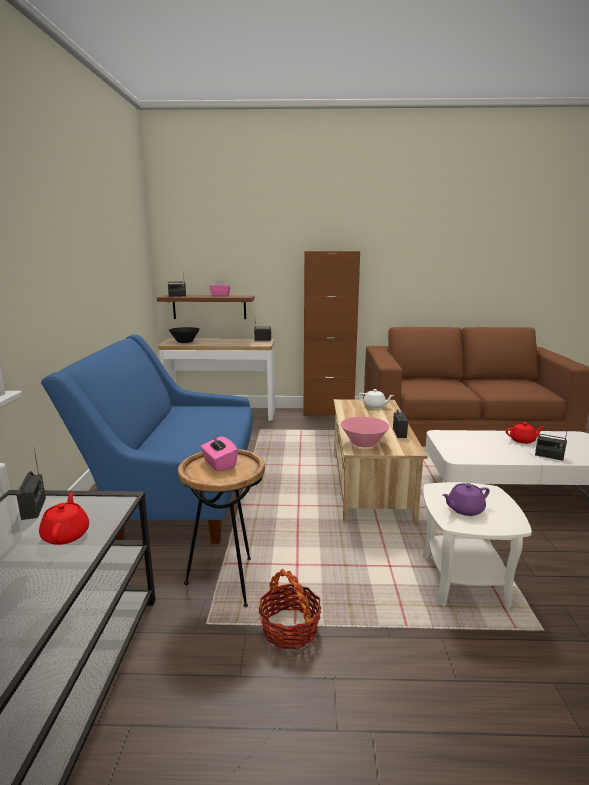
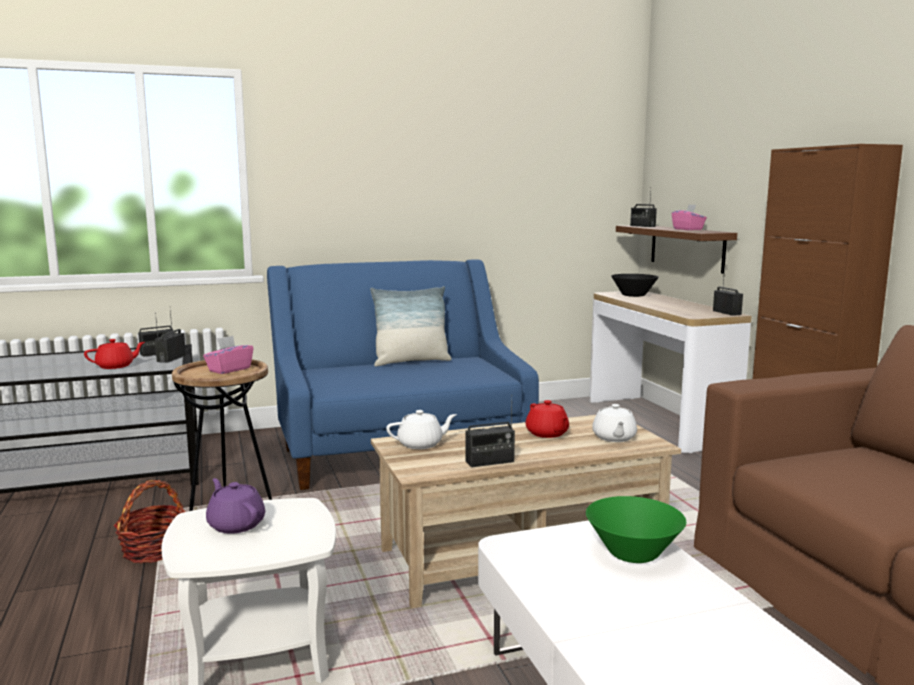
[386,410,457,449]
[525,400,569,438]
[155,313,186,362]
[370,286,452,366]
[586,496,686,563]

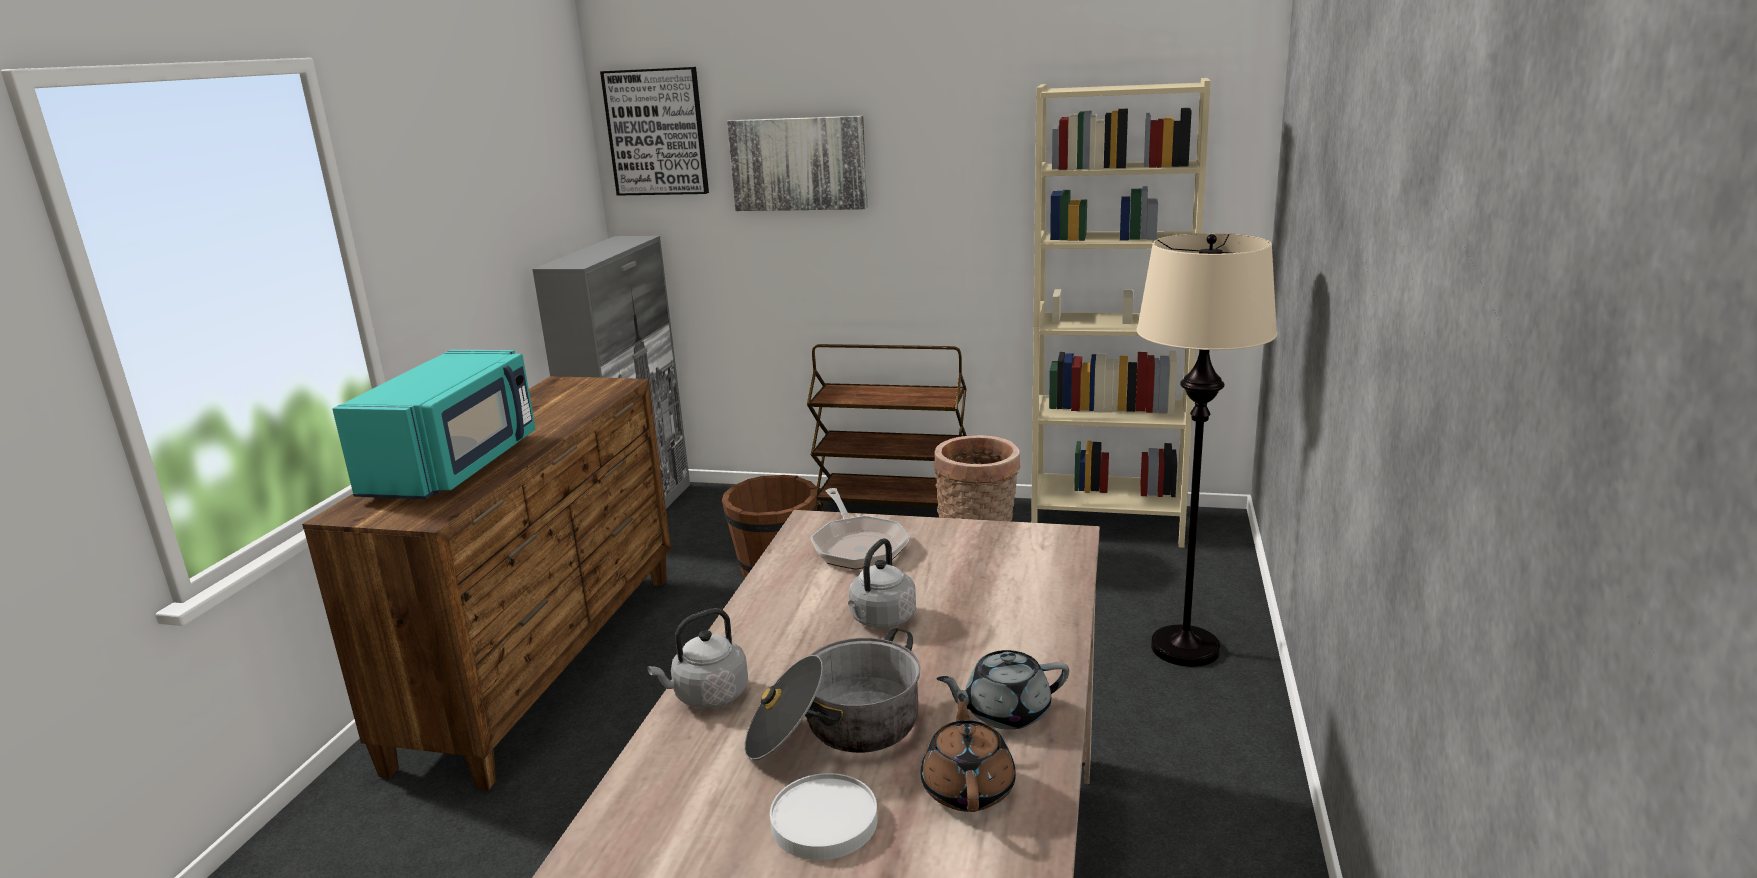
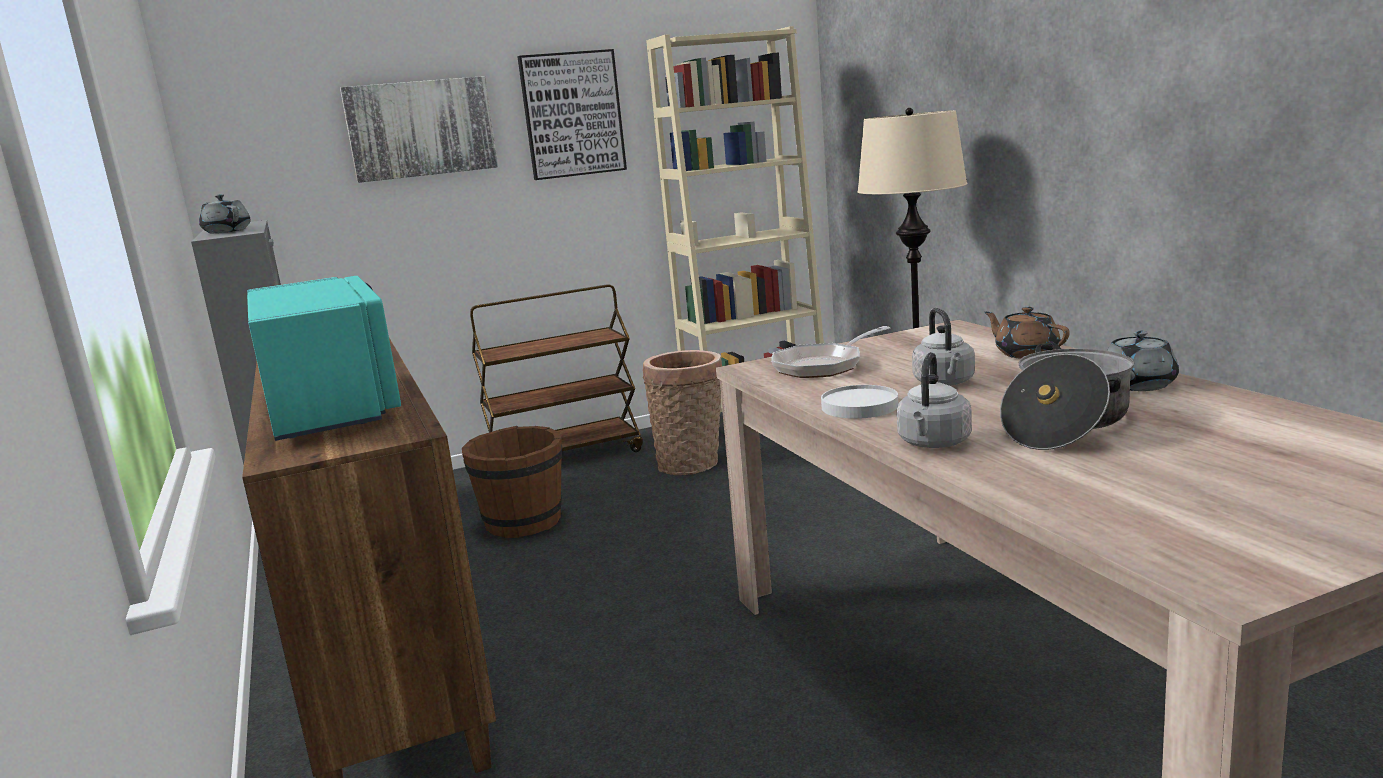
[517,49,627,180]
[771,326,890,378]
[984,307,1070,359]
[821,385,898,419]
[199,194,250,233]

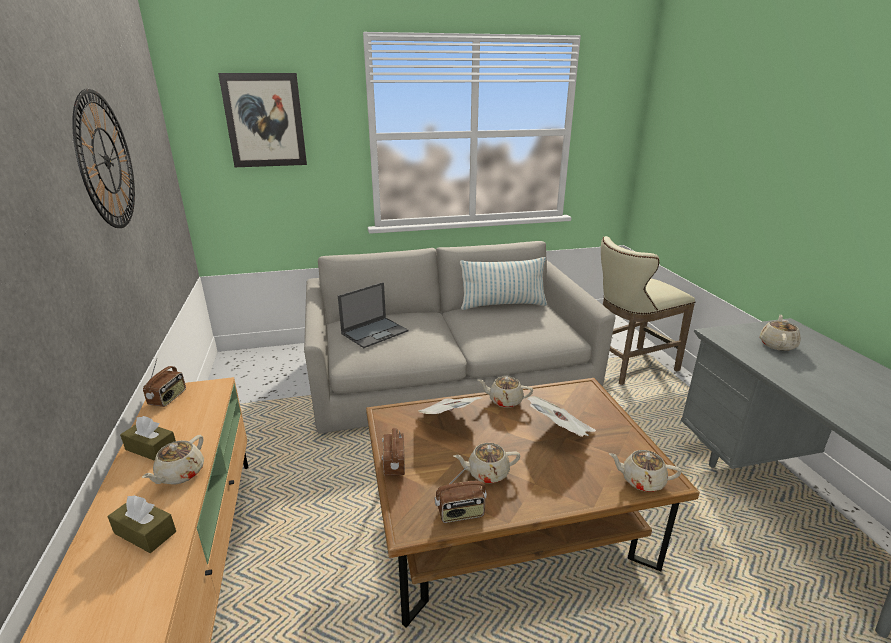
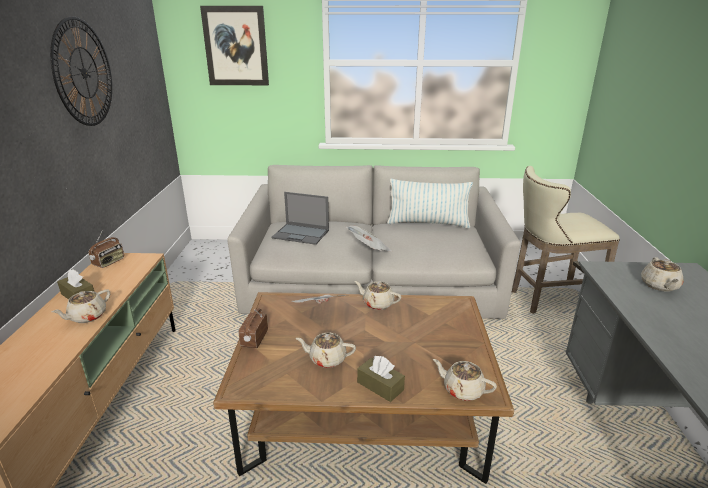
[272,192,329,245]
[641,257,683,292]
[346,225,393,252]
[435,466,487,523] (first image)
[357,356,405,402]

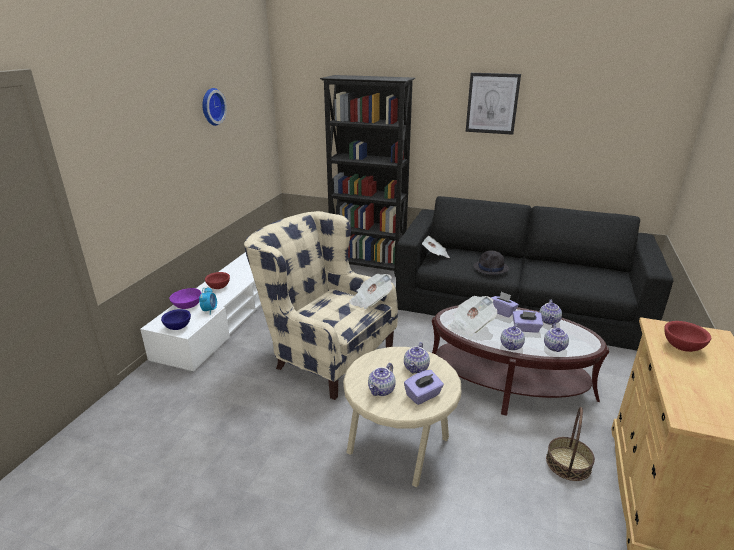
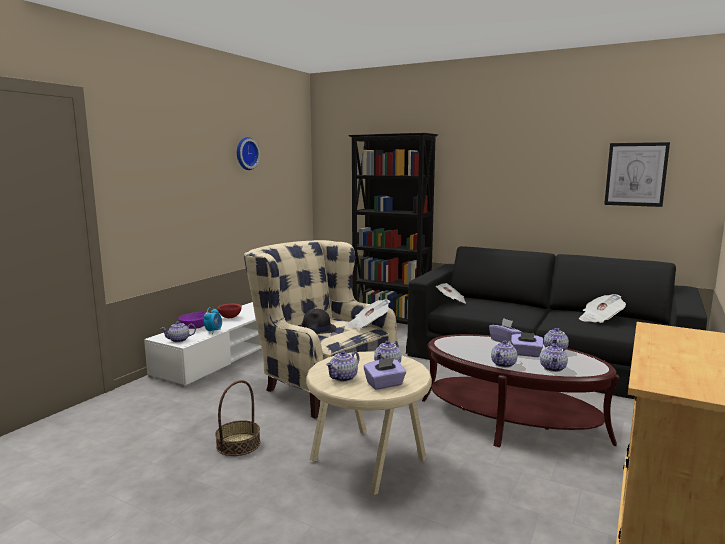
[604,142,670,207]
[298,309,337,334]
[579,294,626,323]
[160,321,196,342]
[664,321,711,352] (first image)
[215,380,260,456]

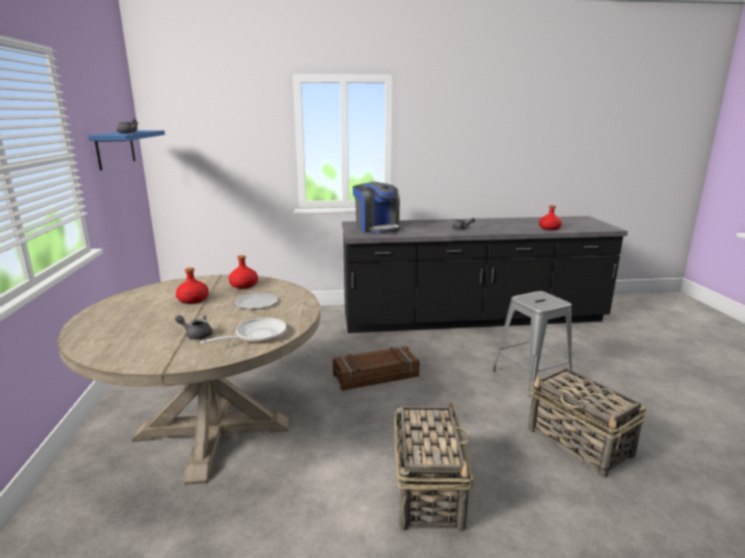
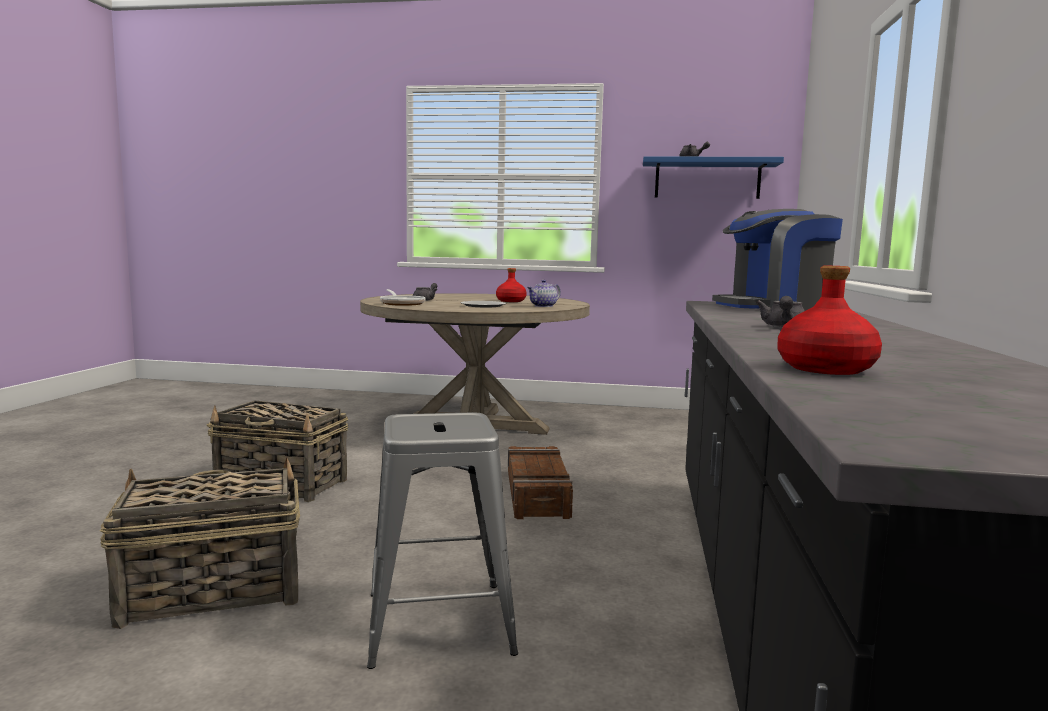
[527,280,561,307]

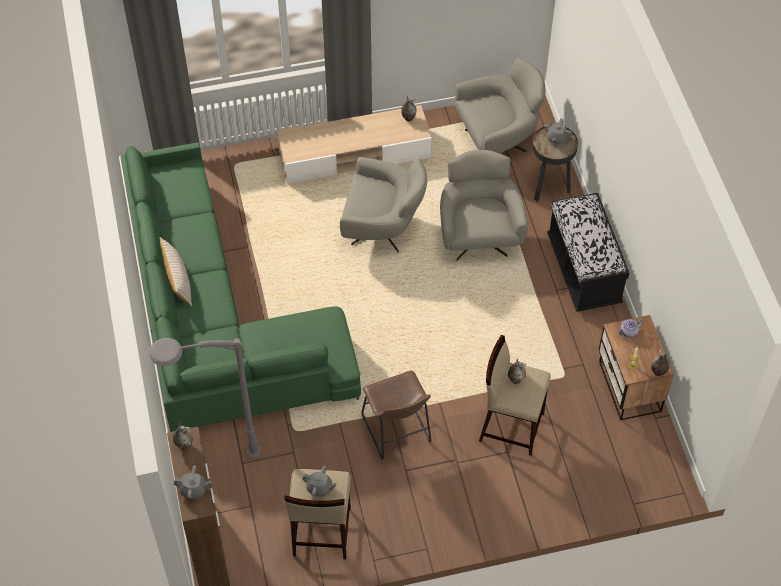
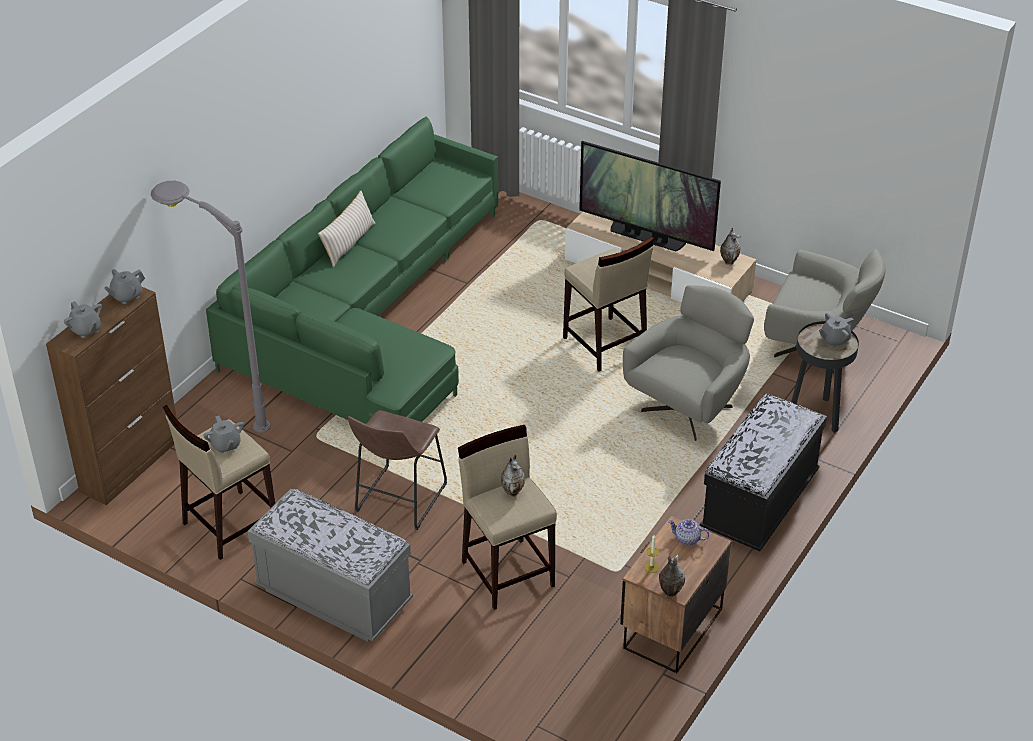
[563,236,654,372]
[104,269,145,304]
[579,141,721,252]
[248,489,413,642]

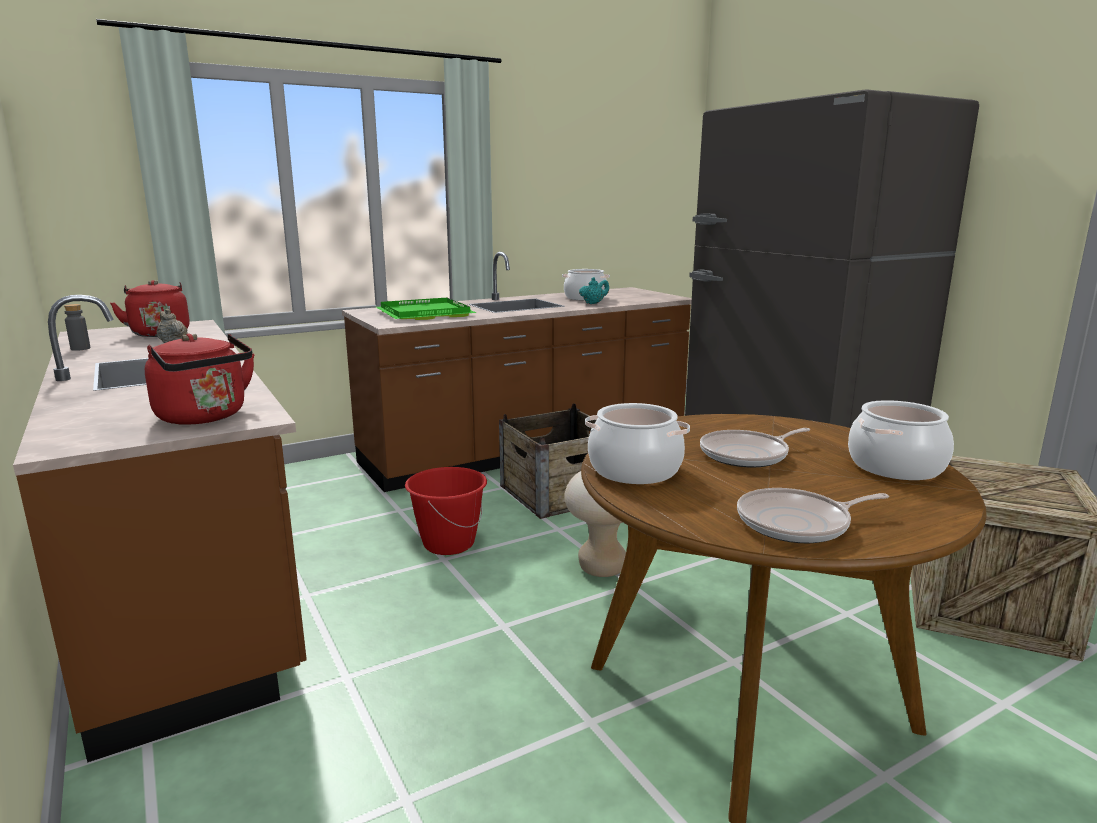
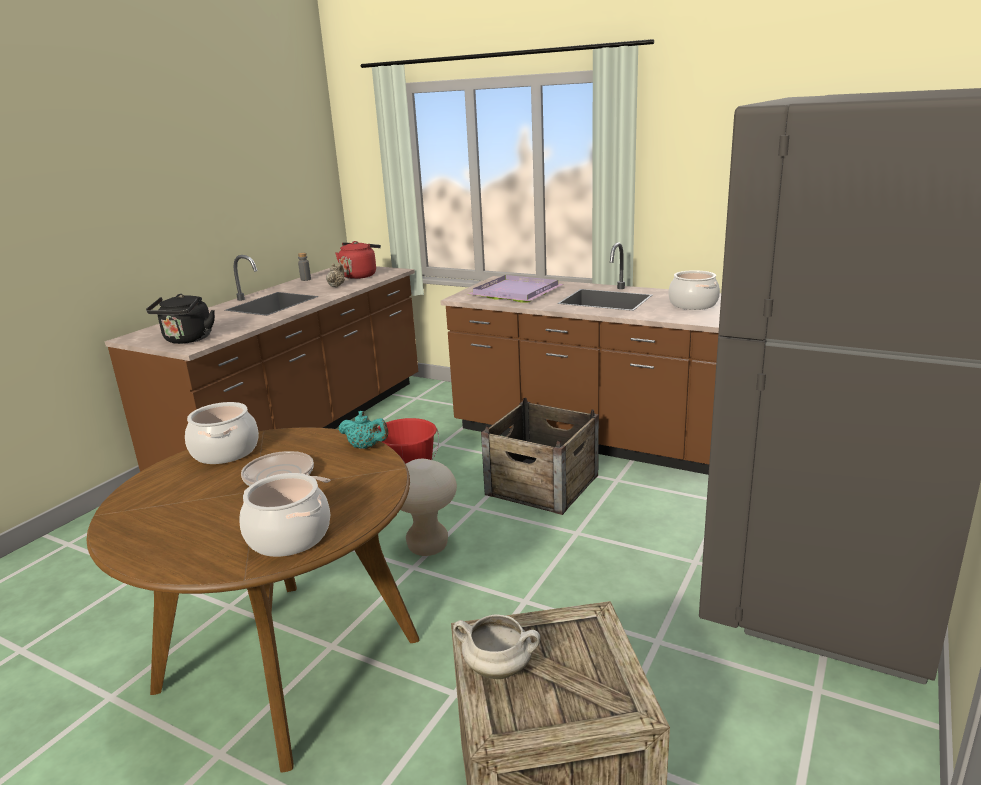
[339,411,389,449]
[468,275,563,303]
[146,294,215,344]
[737,488,889,543] (first image)
[453,614,541,679]

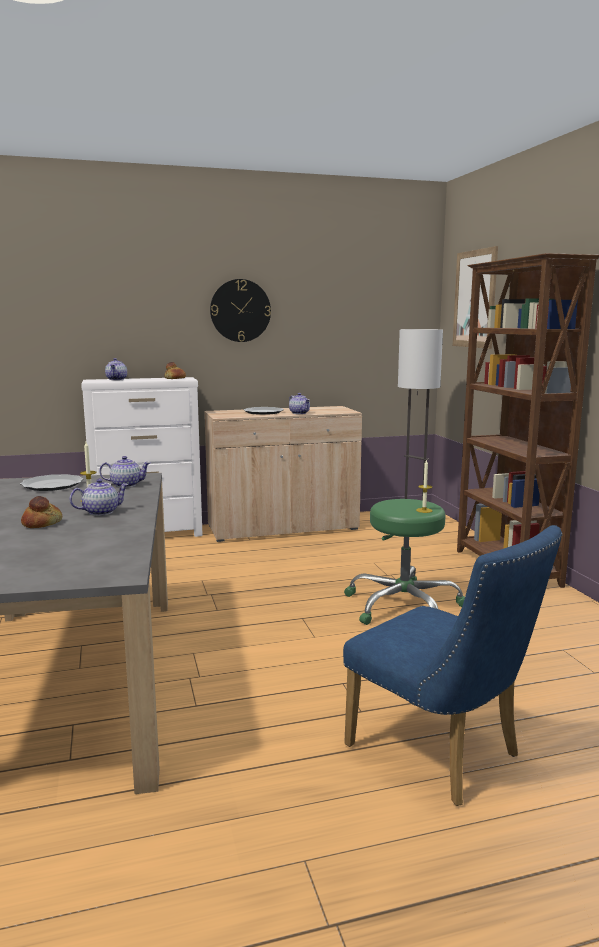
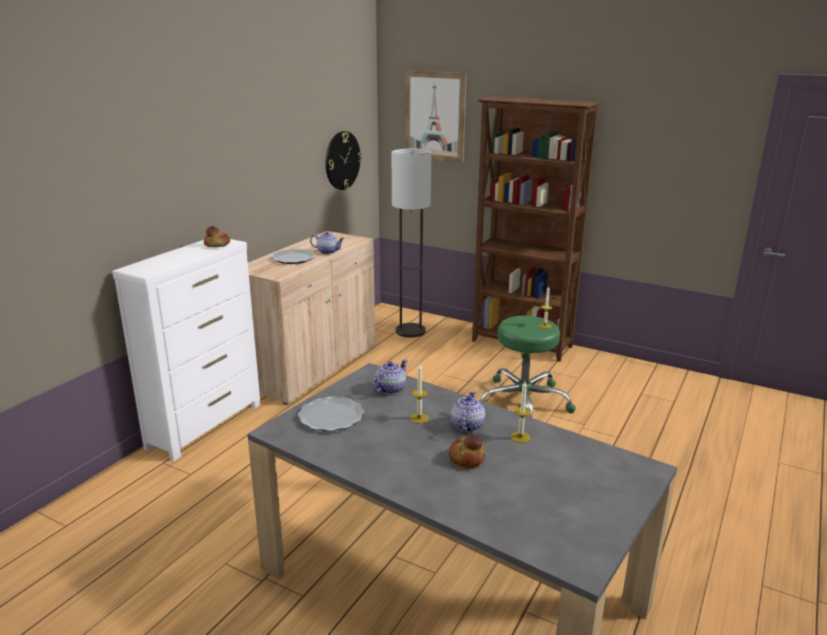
[326,131,362,190]
[105,358,127,380] (first image)
[343,525,563,806] (first image)
[511,381,531,443]

